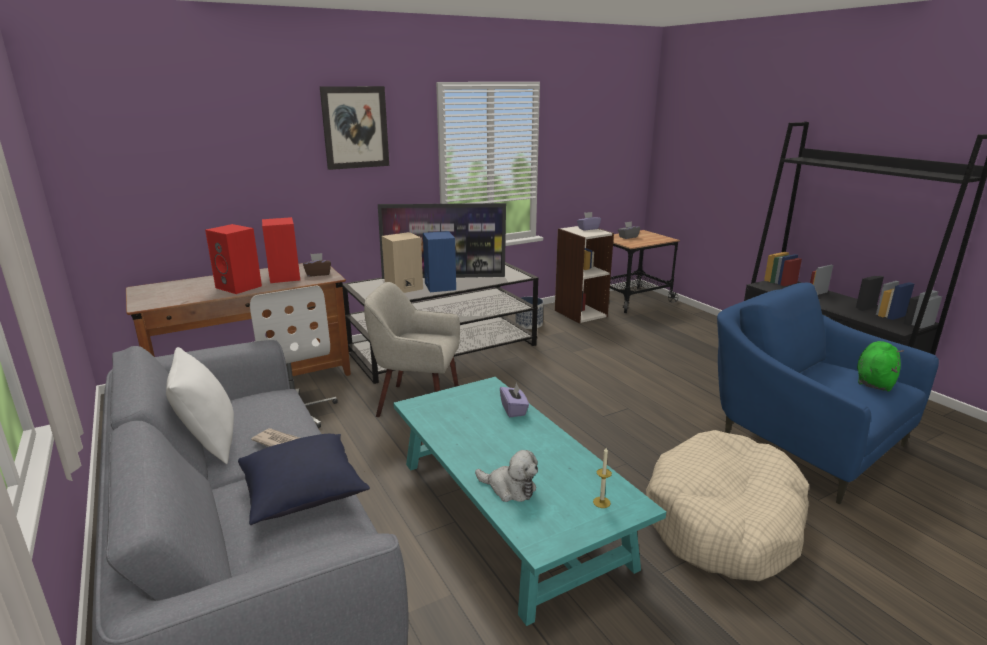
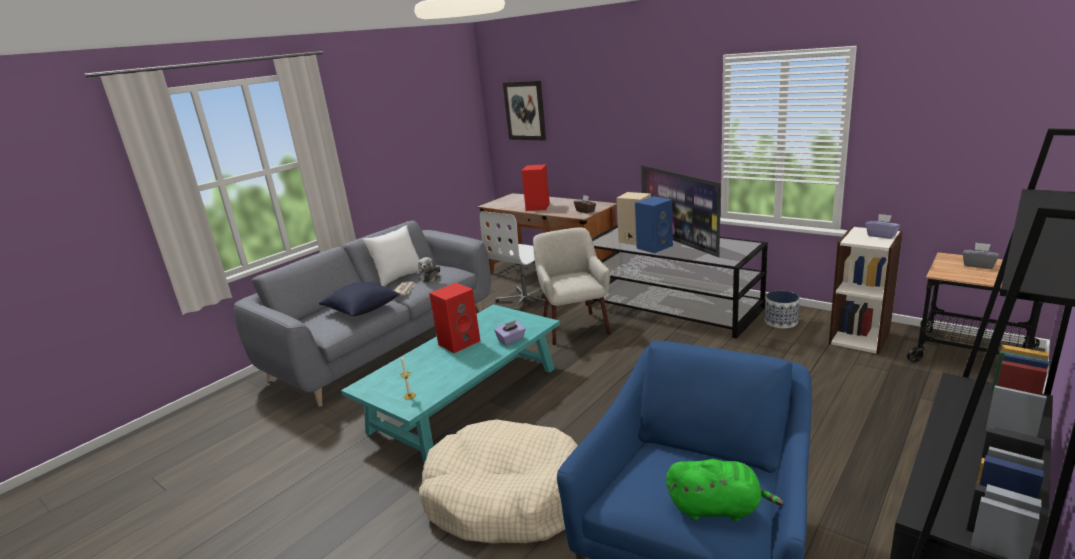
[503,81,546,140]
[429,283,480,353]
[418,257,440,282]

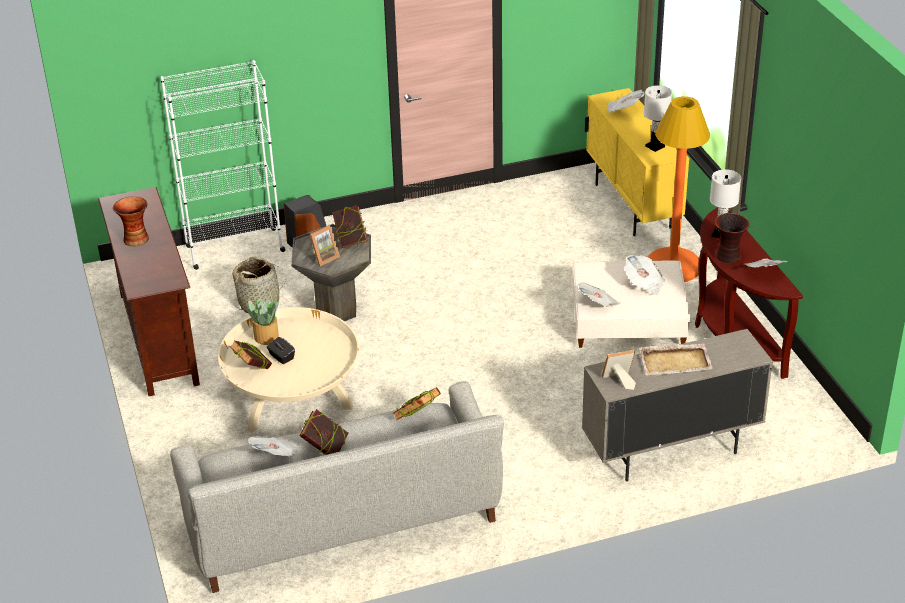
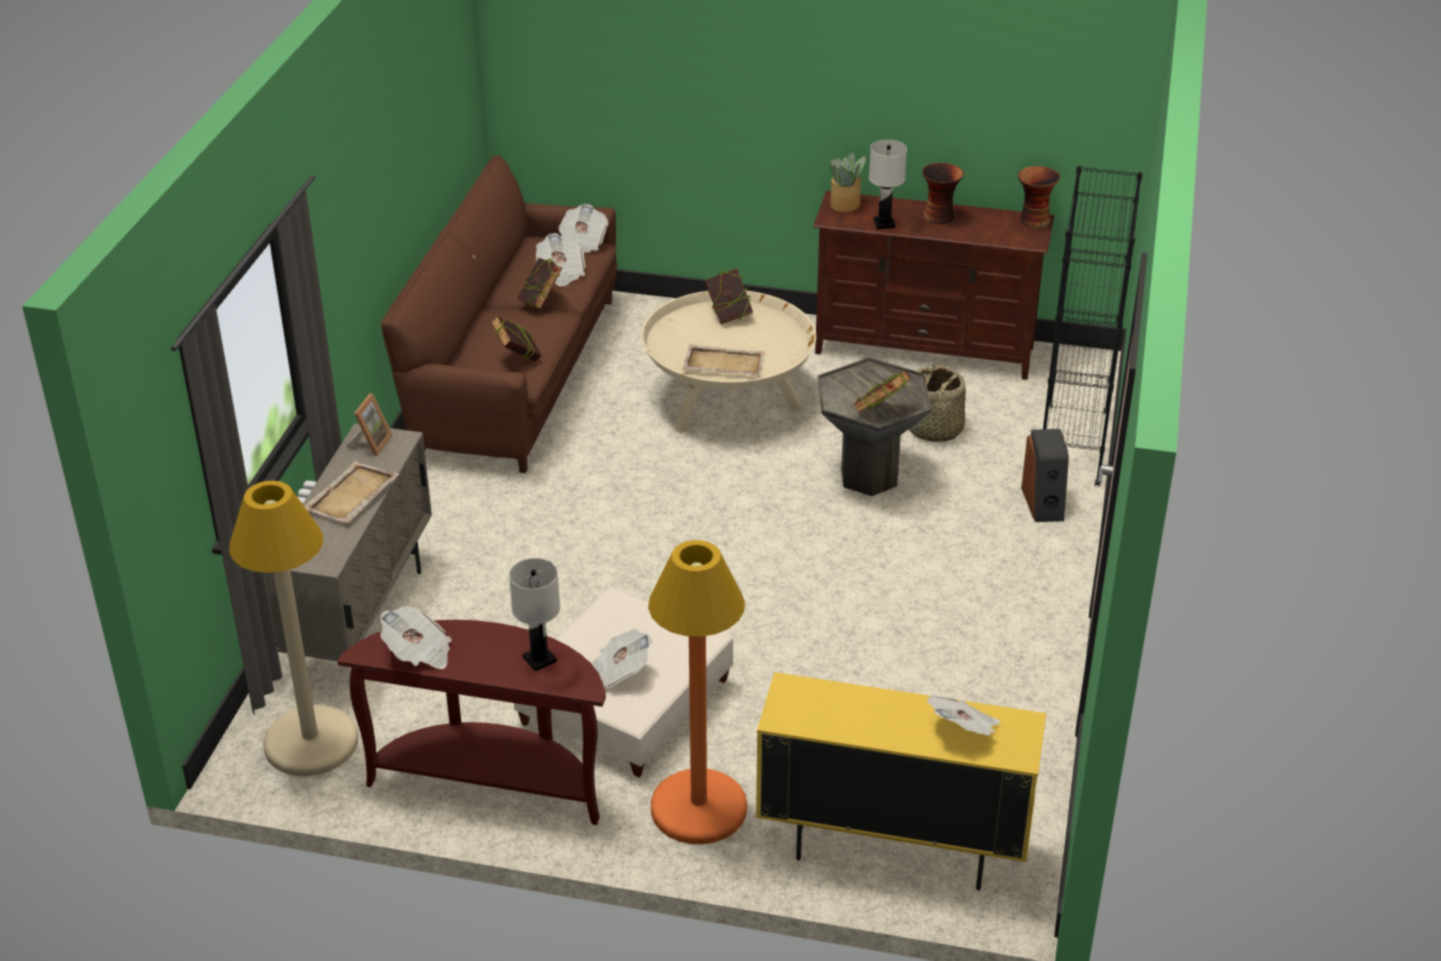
[1043,166,1142,486]
[869,139,907,229]
[1018,166,1060,228]
[307,225,340,266] (first image)
[558,204,608,253]
[830,152,865,212]
[267,337,295,364] (first image)
[381,155,618,473]
[682,344,766,375]
[229,480,358,776]

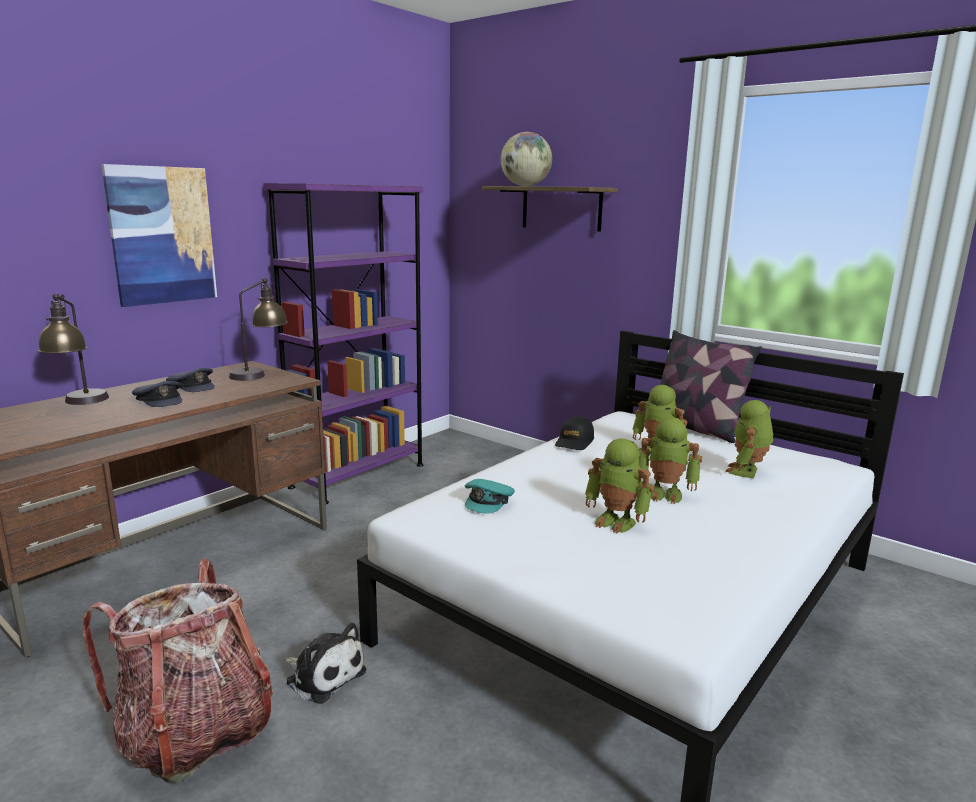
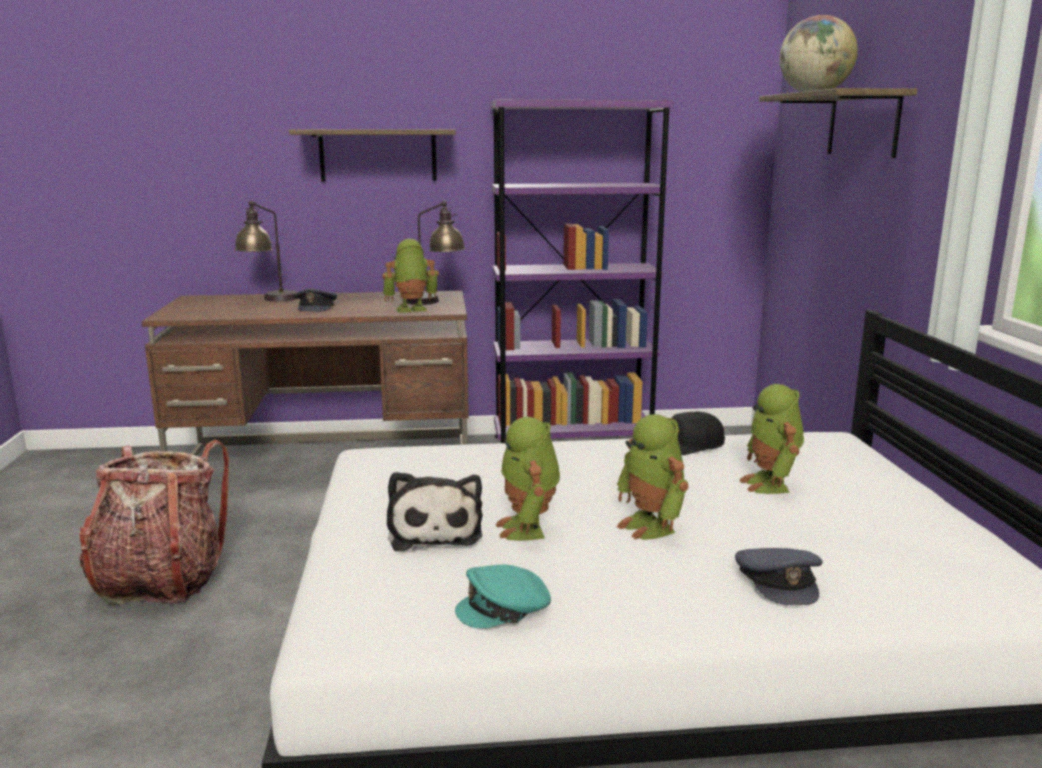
[289,130,456,181]
[660,330,762,443] (first image)
[735,548,823,605]
[382,239,439,313]
[455,565,551,628]
[387,472,483,551]

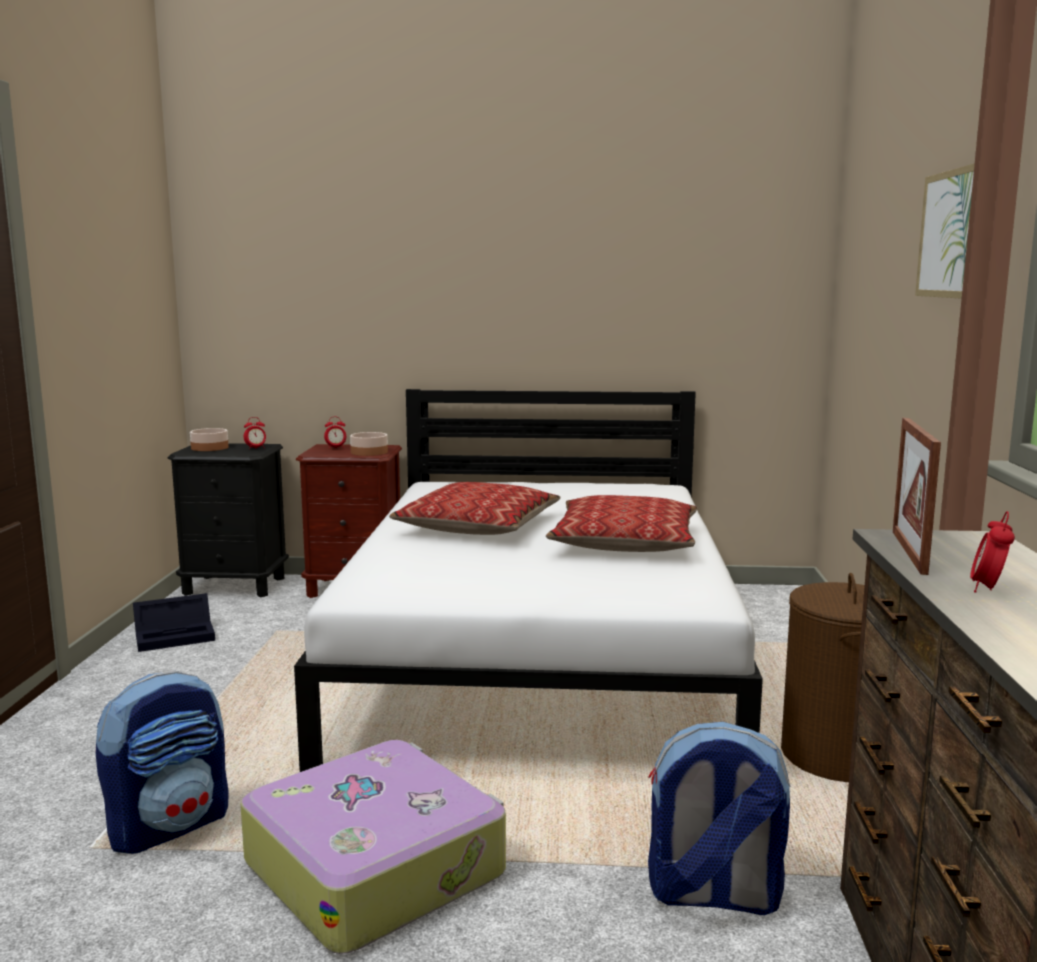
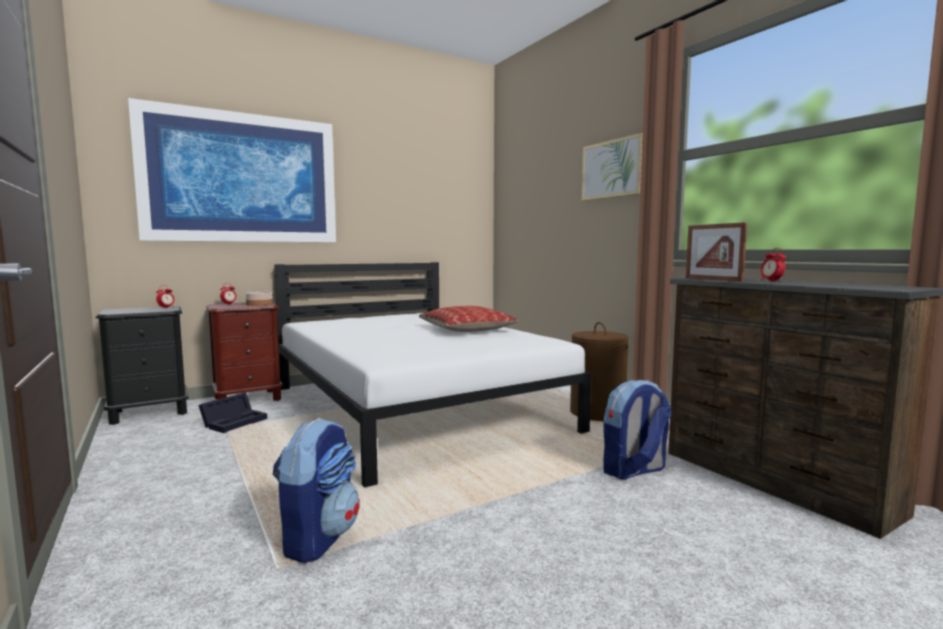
[190,428,229,451] (first image)
[389,482,561,535] (first image)
[199,392,267,433]
[240,740,506,954] (first image)
[128,98,336,242]

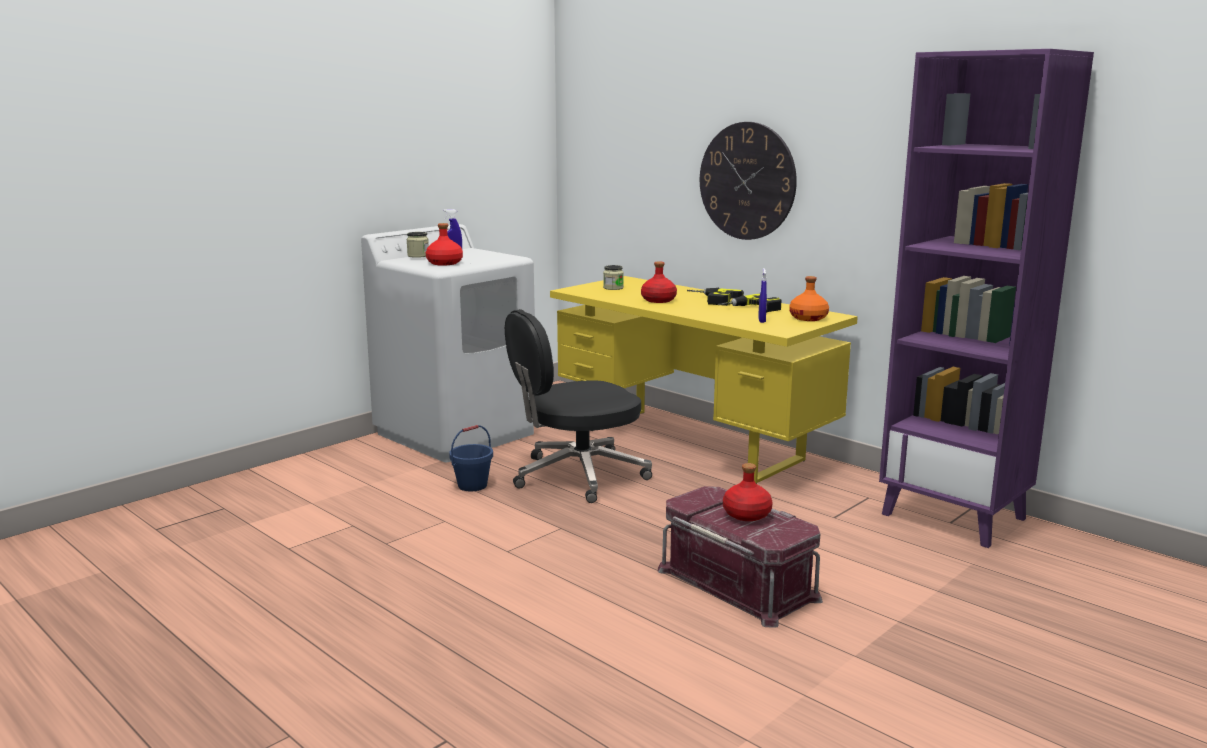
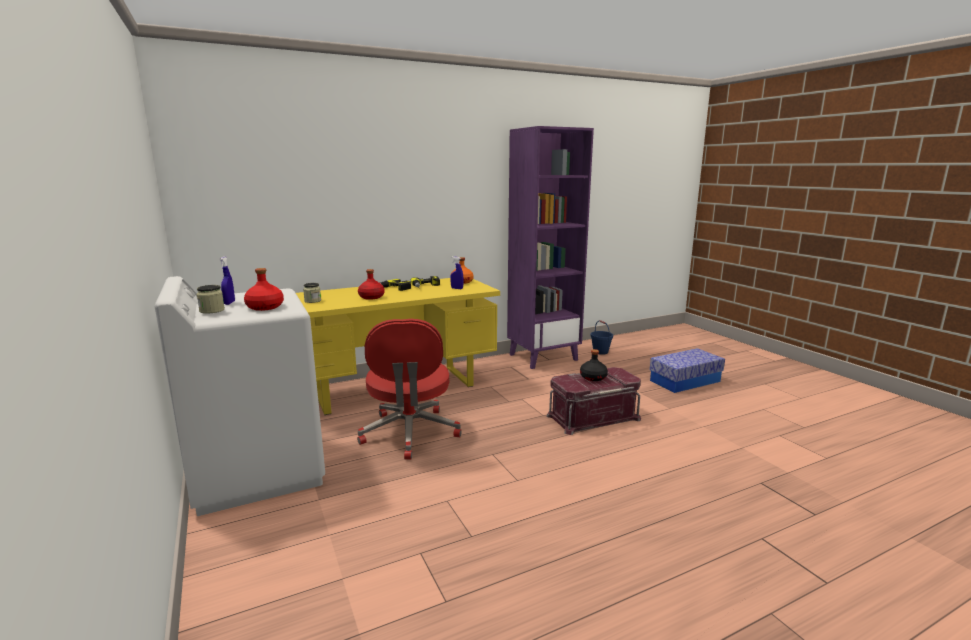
[700,122,797,240] (first image)
[357,319,462,460]
[590,320,613,355]
[580,349,608,381]
[649,348,725,393]

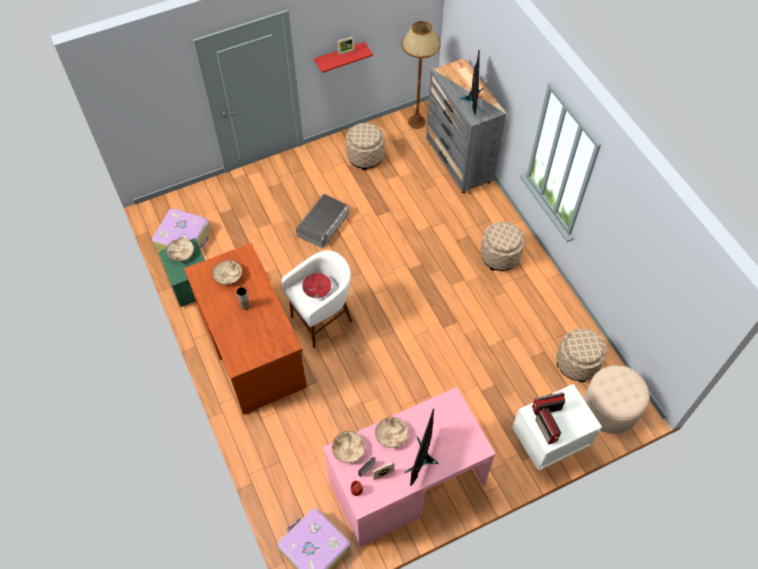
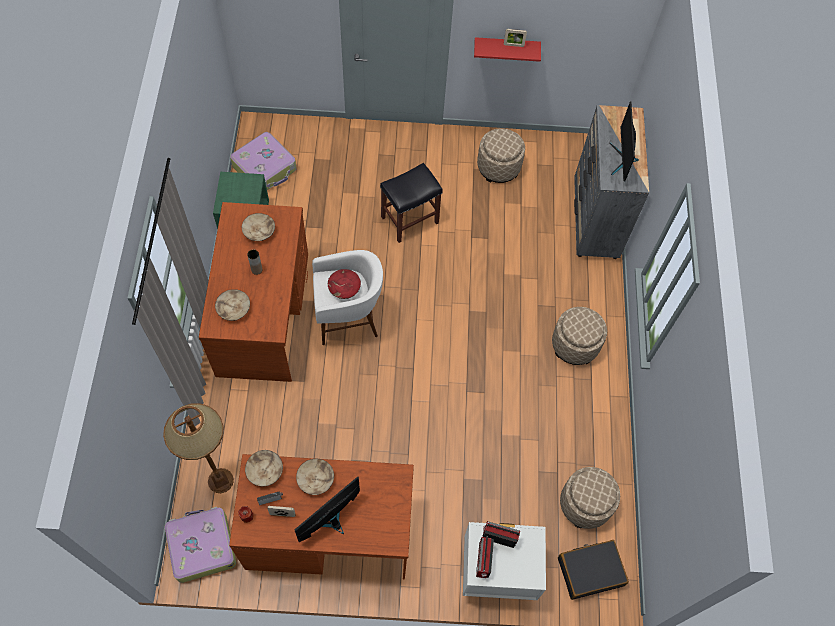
[163,403,234,493]
[609,101,639,182]
[380,163,443,243]
[215,289,250,321]
[558,540,629,600]
[229,454,414,580]

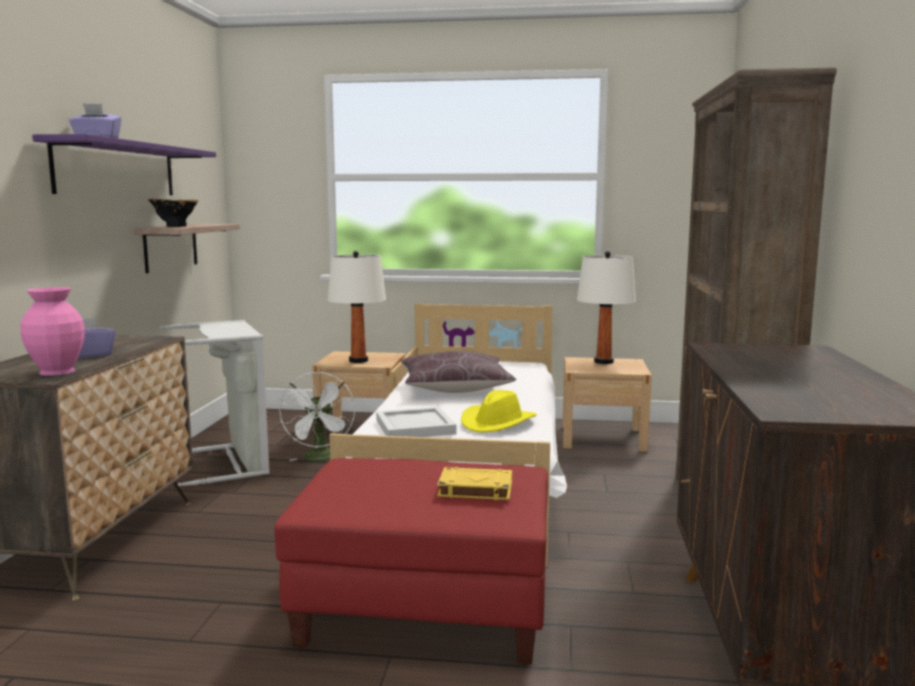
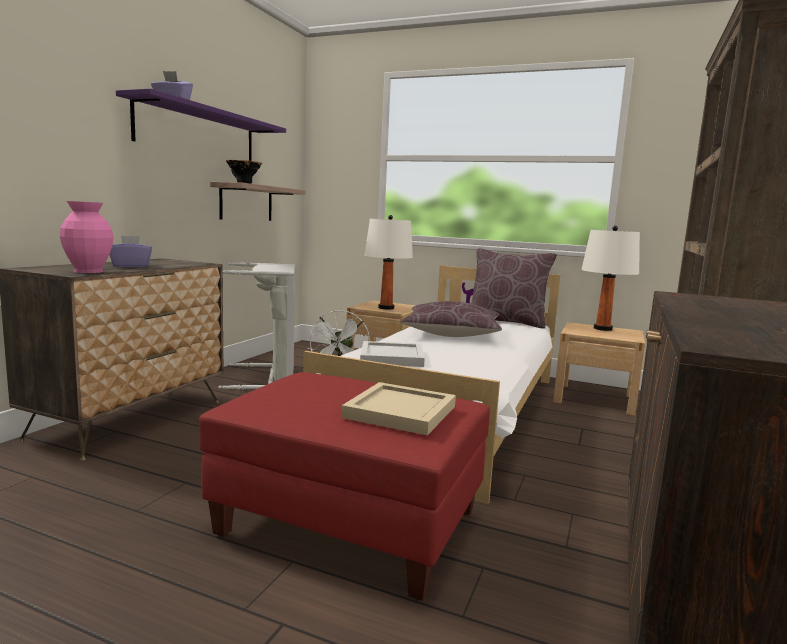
[461,390,537,432] (first image)
[341,382,456,435]
[471,248,557,329]

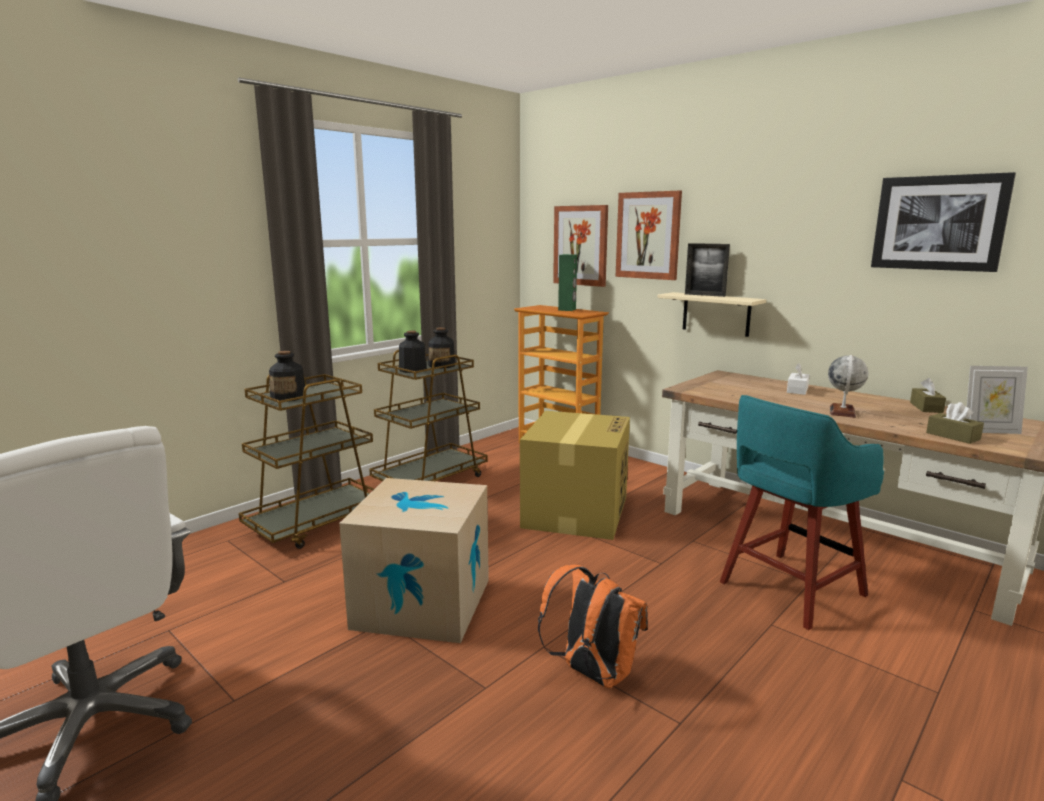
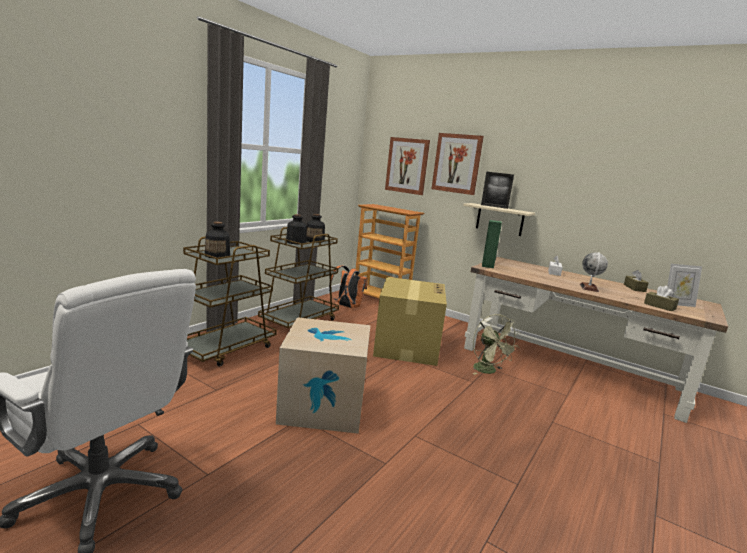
[871,172,1016,272] (first image)
[482,220,502,268]
[720,395,884,630] (first image)
[329,266,367,308]
[473,314,521,375]

